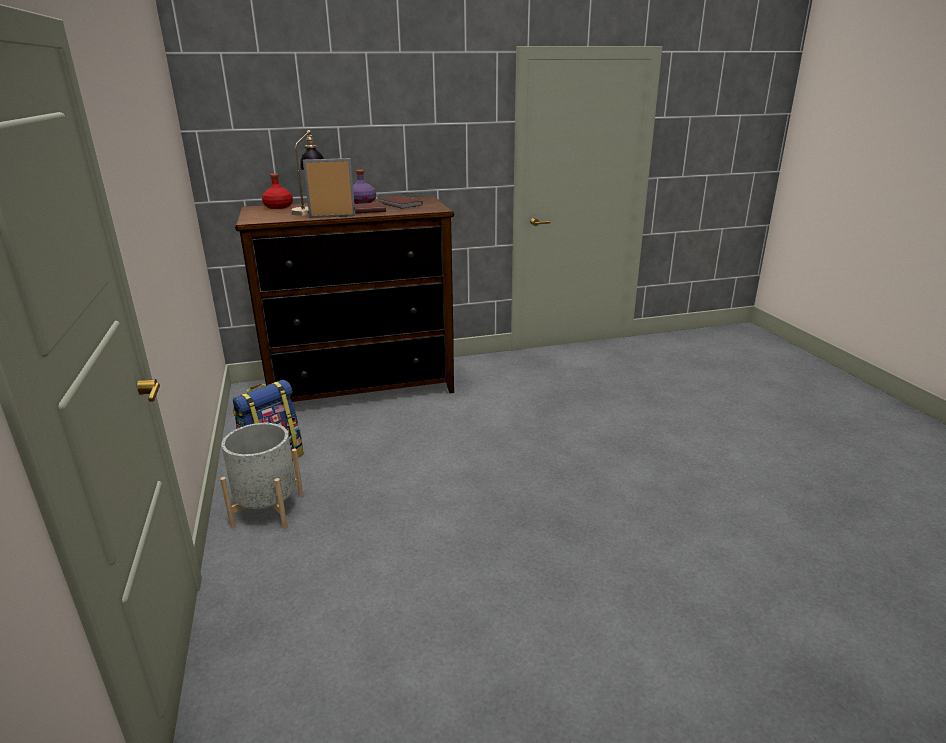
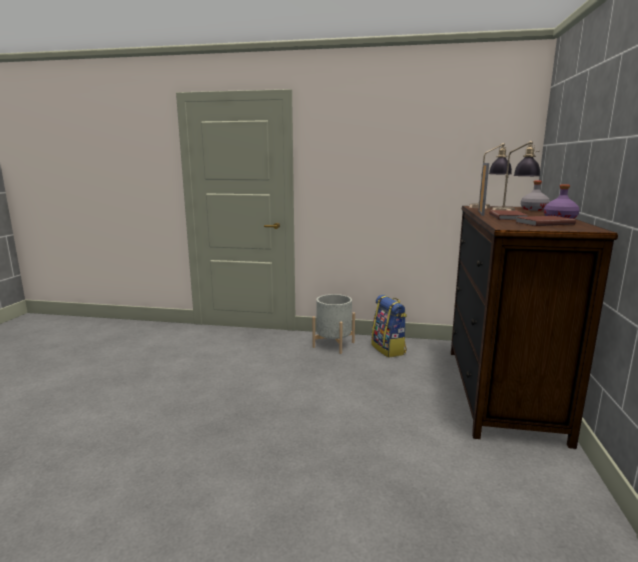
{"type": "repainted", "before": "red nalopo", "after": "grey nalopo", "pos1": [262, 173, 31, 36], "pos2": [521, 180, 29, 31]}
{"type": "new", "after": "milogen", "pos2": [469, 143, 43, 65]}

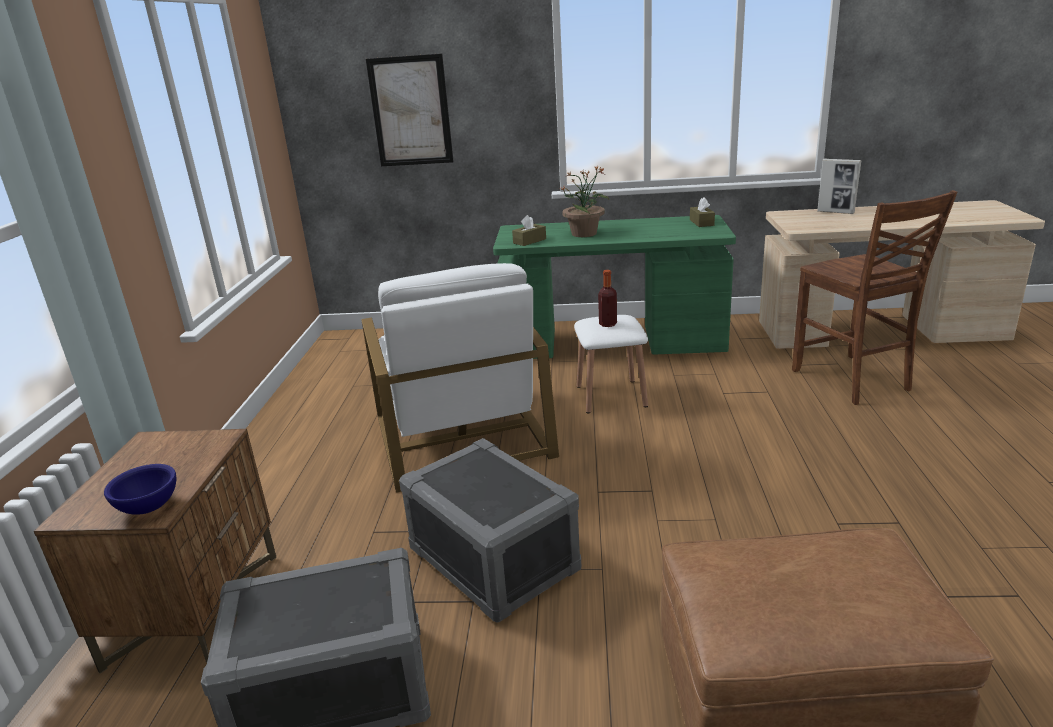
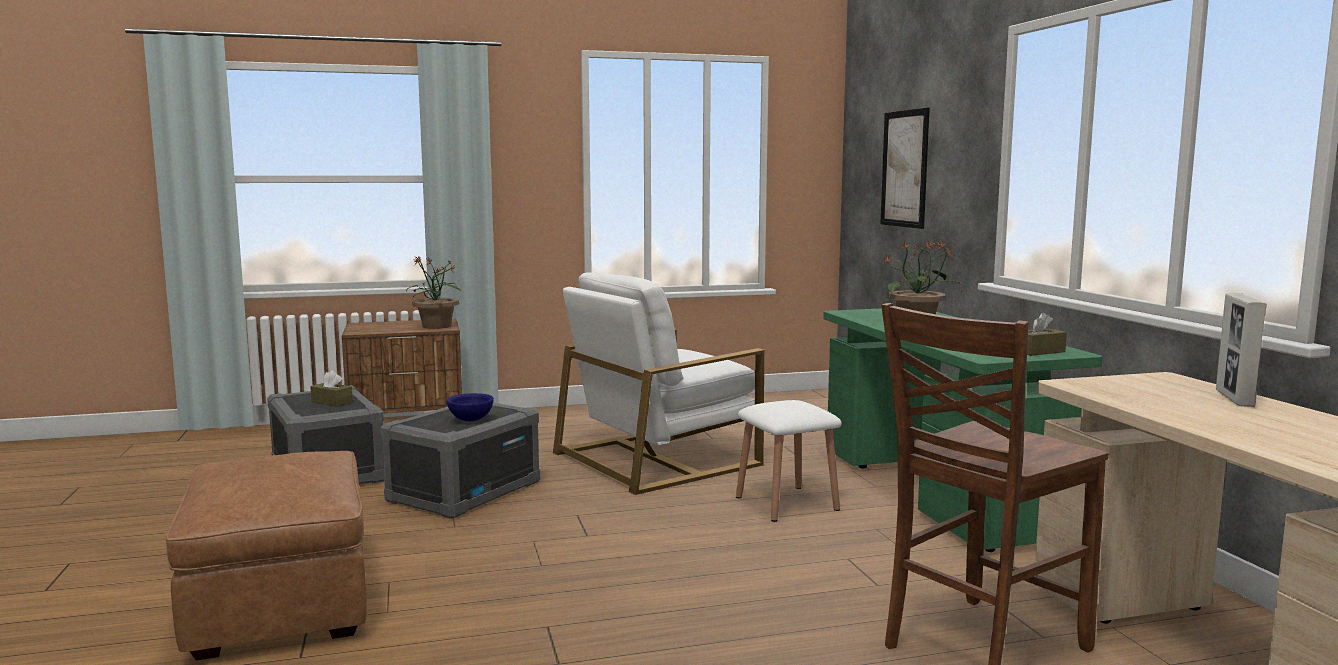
{"type": "shifted", "before": "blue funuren", "pos1": [104, 464, 72, 51], "pos2": [447, 393, 47, 28]}
{"type": "shifted", "before": "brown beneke", "pos1": [512, 215, 34, 31], "pos2": [310, 370, 43, 37]}
{"type": "gone", "before": "nalopo", "pos1": [598, 270, 19, 57]}
{"type": "new", "after": "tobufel", "pos2": [406, 256, 57, 73]}

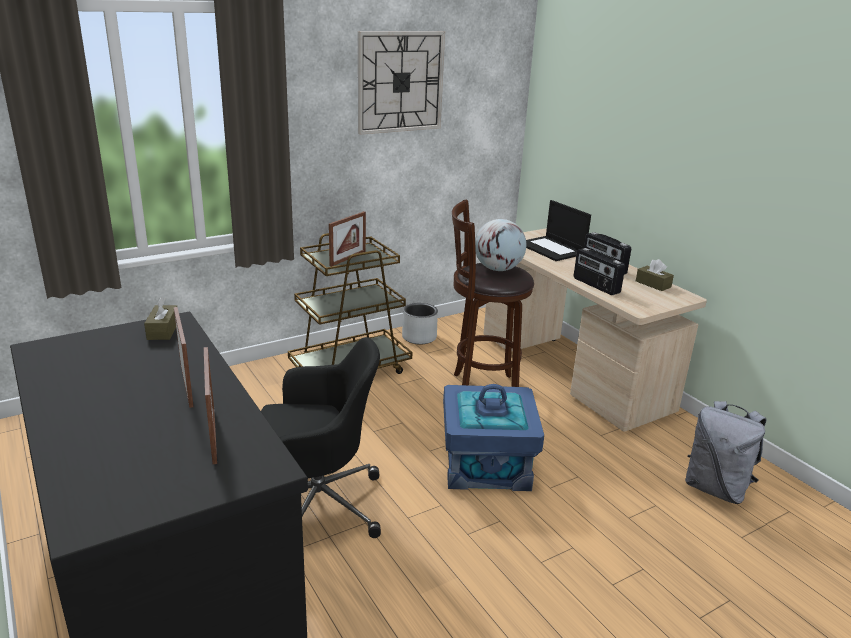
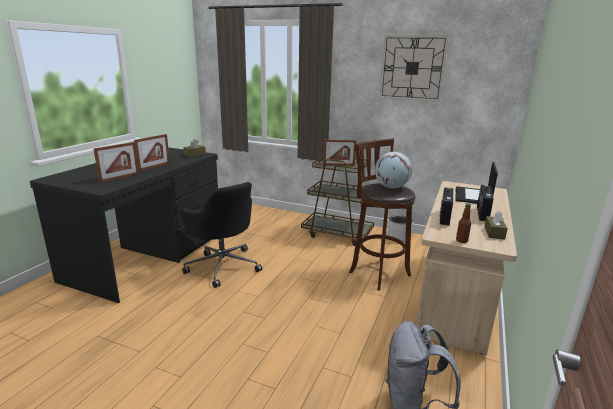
{"type": "gone", "before": "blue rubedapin", "pos1": [443, 384, 101, 107]}
{"type": "new", "after": "nalopo", "pos2": [456, 203, 15, 40]}

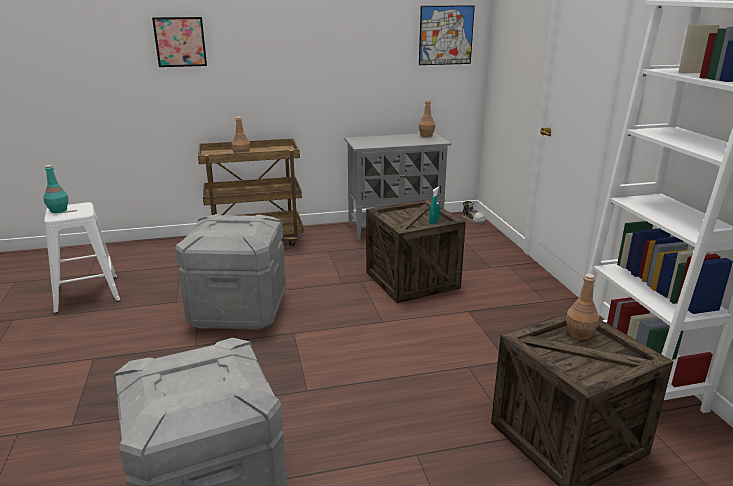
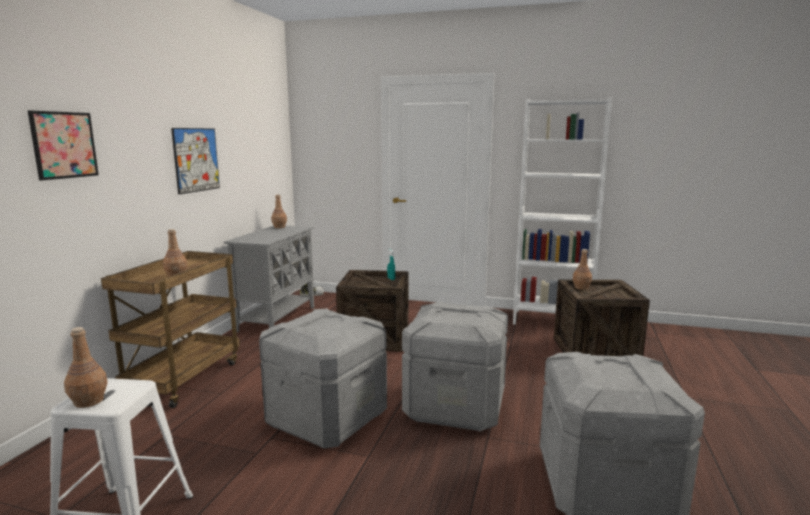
{"type": "repainted", "before": "turquoise nalopo", "after": "brown nalopo", "pos1": [43, 165, 26, 48], "pos2": [64, 327, 44, 81]}
{"type": "shifted", "before": "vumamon", "pos1": [419, 5, 56, 60], "pos2": [171, 128, 49, 66]}
{"type": "new", "after": "grey rubedapin", "pos2": [402, 302, 106, 129]}

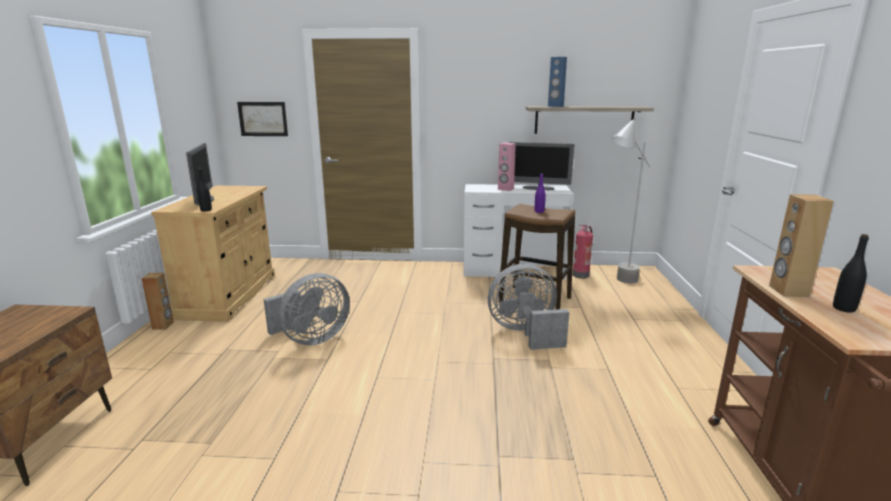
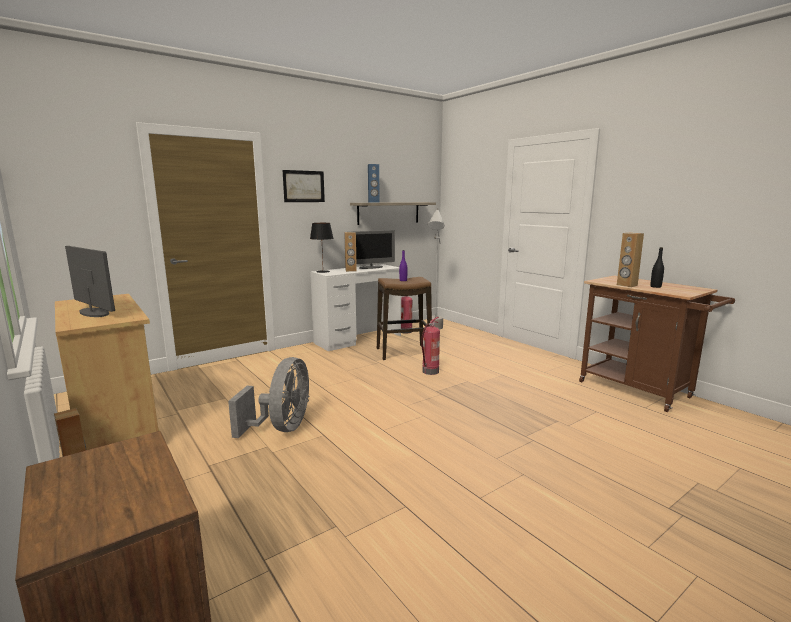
{"type": "gone", "before": "black nalopo", "pos1": [197, 168, 15, 43]}
{"type": "shifted", "before": "vumamon", "pos1": [237, 102, 51, 34], "pos2": [282, 170, 43, 32]}
{"type": "swapped", "before": "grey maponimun", "after": "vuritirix", "pos1": [488, 264, 81, 86], "pos2": [421, 317, 19, 58]}
{"type": "repainted", "before": "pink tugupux", "after": "brown tugupux", "pos1": [498, 143, 18, 48], "pos2": [344, 232, 13, 40]}
{"type": "new", "after": "black milogen", "pos2": [310, 223, 24, 50]}

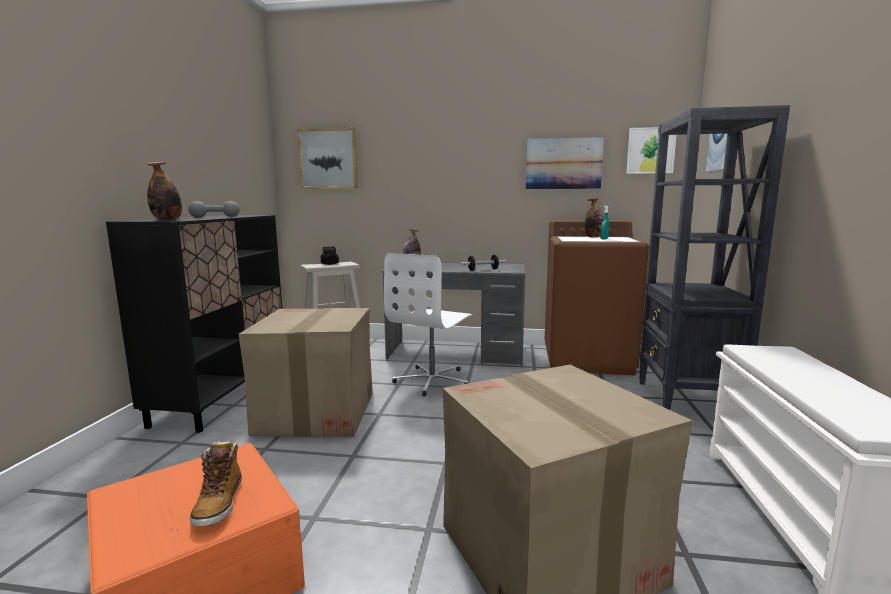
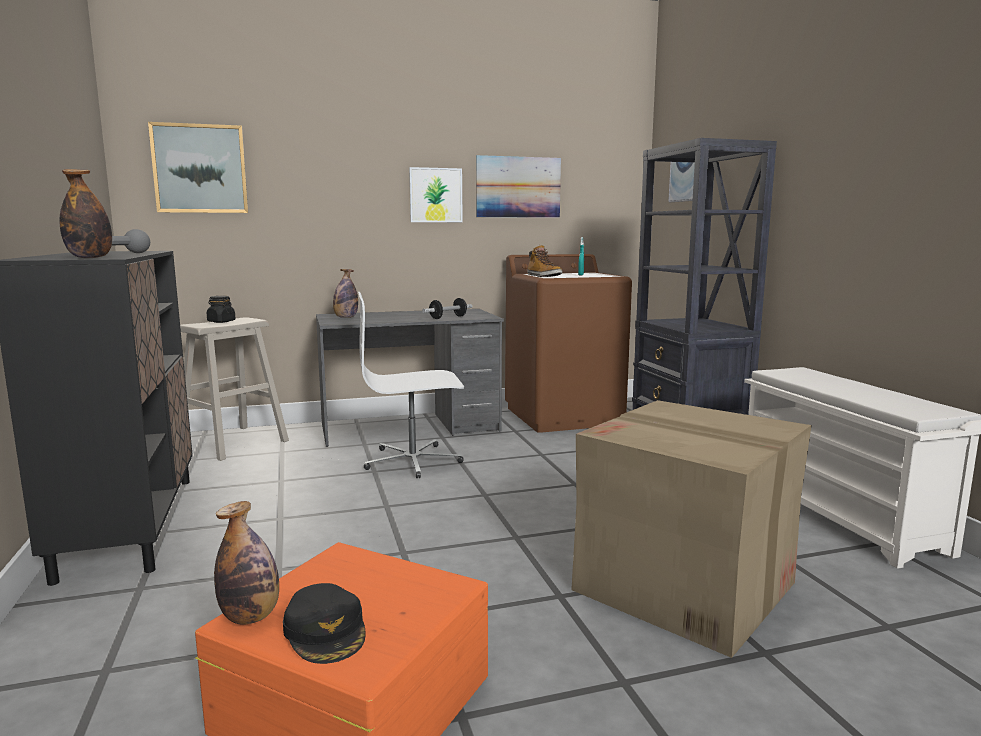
{"type": "shifted", "before": "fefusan", "pos1": [190, 441, 52, 85], "pos2": [527, 245, 35, 32]}
{"type": "gone", "before": "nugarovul", "pos1": [239, 308, 134, 129]}
{"type": "rotated", "before": "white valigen", "pos1": [384, 253, 89, 143], "pos2": [358, 292, 106, 187], "turn": 75}
{"type": "shifted", "before": "nalopo", "pos1": [585, 198, 19, 40], "pos2": [214, 501, 65, 124]}
{"type": "shifted", "before": "vumamon", "pos1": [626, 127, 50, 47], "pos2": [409, 167, 54, 55]}
{"type": "new", "after": "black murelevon", "pos2": [283, 583, 83, 81]}

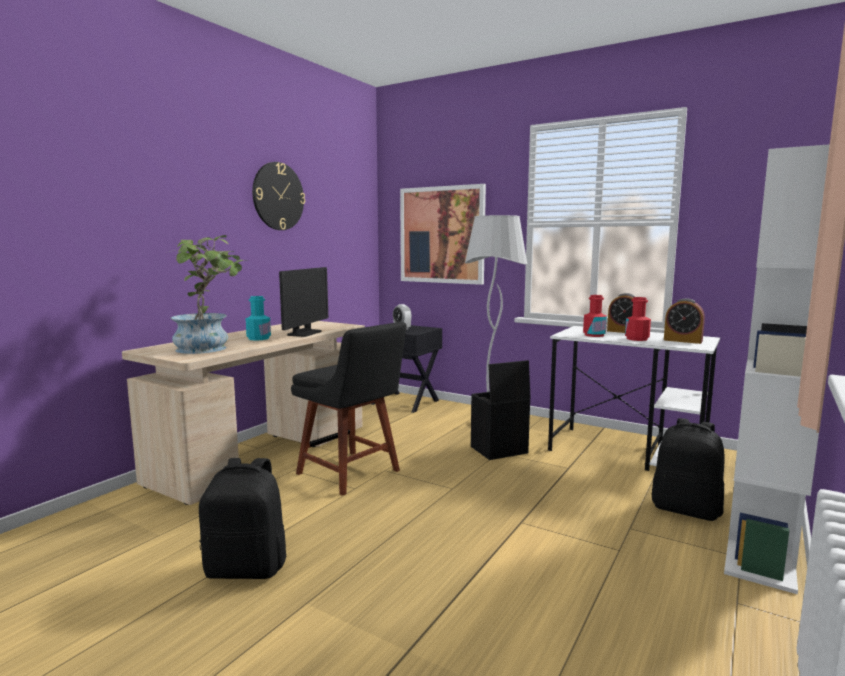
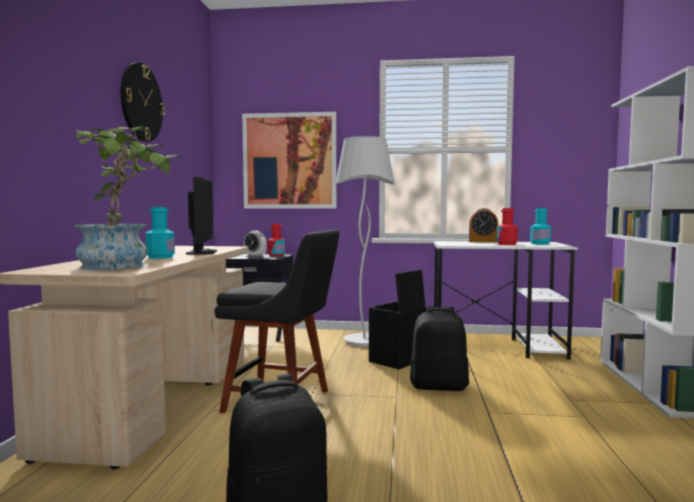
{"type": "shifted", "before": "red nalopo", "pos1": [583, 295, 24, 42], "pos2": [268, 224, 17, 32]}
{"type": "shifted", "before": "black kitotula", "pos1": [652, 418, 73, 103], "pos2": [410, 306, 59, 85]}
{"type": "swapped", "before": "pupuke", "after": "turquoise nalopo", "pos1": [664, 298, 41, 46], "pos2": [530, 208, 21, 37]}

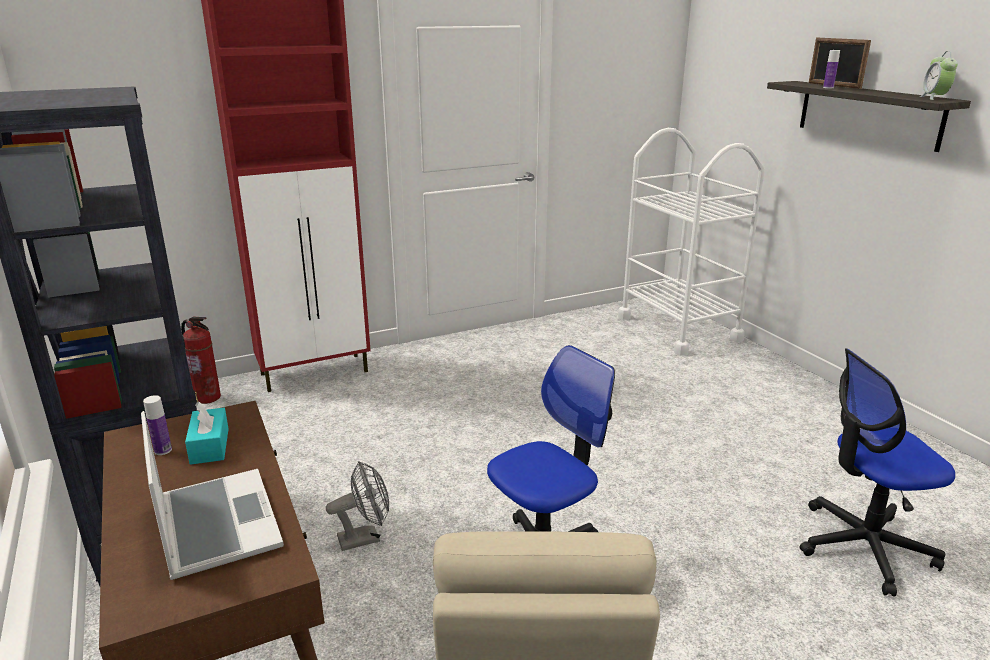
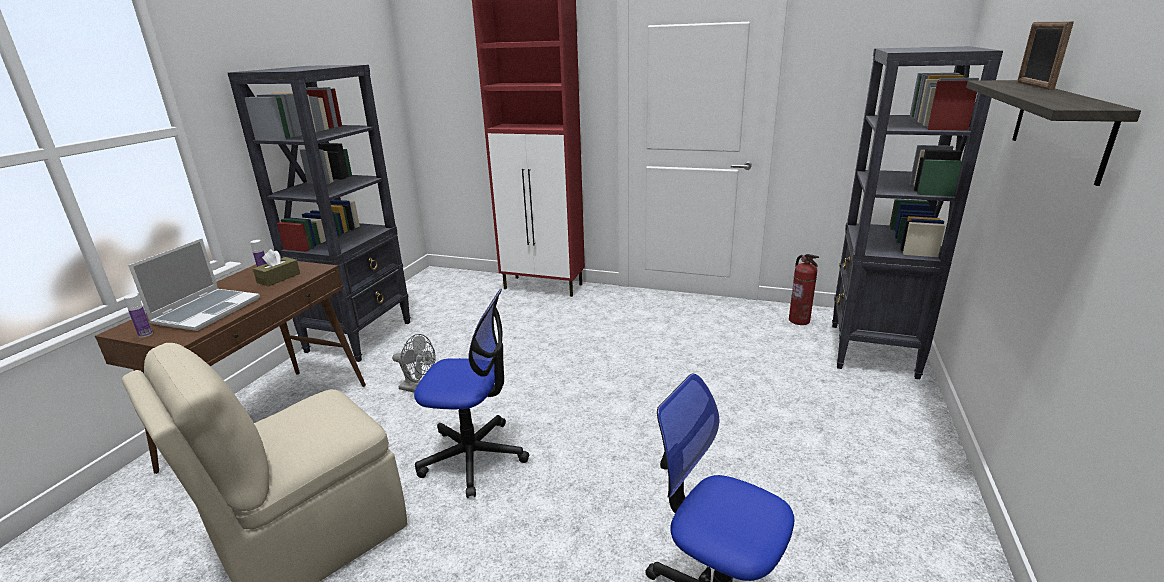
{"type": "shifted", "before": "vuritirix", "pos1": [181, 316, 40, 88], "pos2": [789, 254, 30, 71]}
{"type": "repainted", "before": "turquoise beneke", "after": "brown beneke", "pos1": [185, 401, 44, 64], "pos2": [253, 249, 47, 37]}
{"type": "swapped", "before": "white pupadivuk", "after": "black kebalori", "pos1": [618, 128, 147, 228], "pos2": [832, 46, 171, 333]}
{"type": "shifted", "before": "nalopo", "pos1": [823, 50, 17, 38], "pos2": [124, 294, 29, 44]}
{"type": "gone", "before": "pupuke", "pos1": [920, 51, 38, 49]}

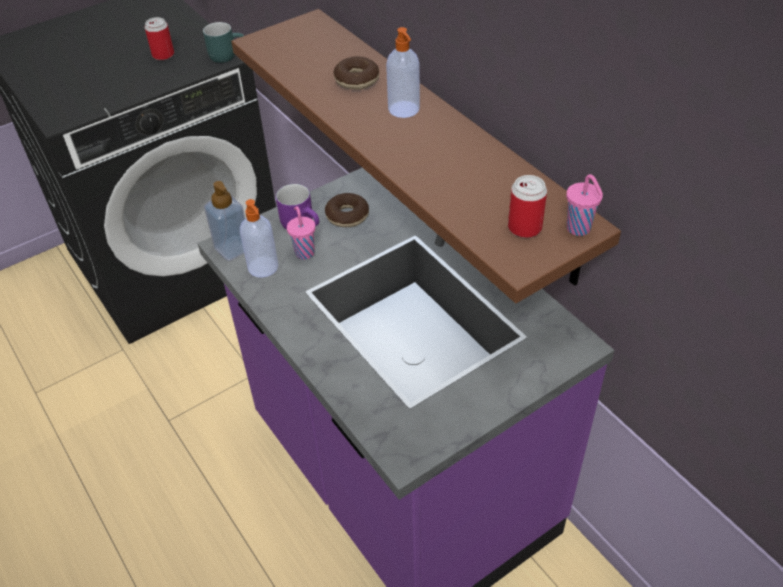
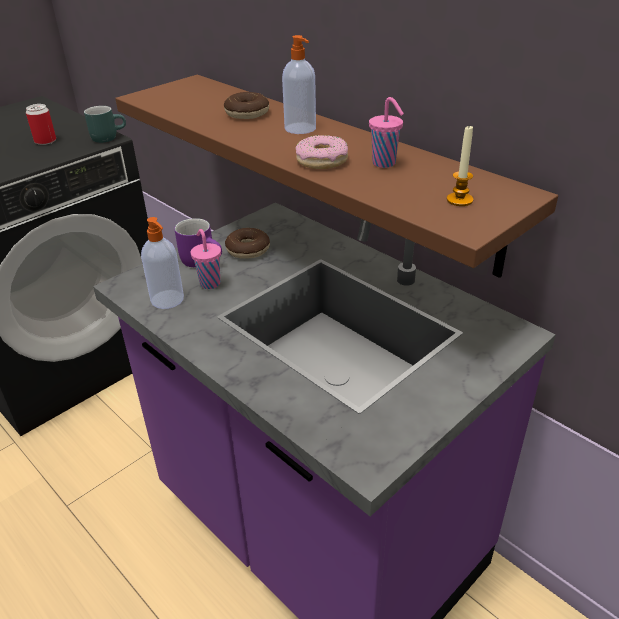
{"type": "gone", "before": "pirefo", "pos1": [204, 181, 41, 80]}
{"type": "swapped", "before": "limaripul", "after": "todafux", "pos1": [508, 175, 39, 63], "pos2": [447, 124, 26, 82]}
{"type": "shifted", "before": "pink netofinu", "pos1": [566, 174, 37, 62], "pos2": [369, 97, 35, 71]}
{"type": "new", "after": "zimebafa", "pos2": [296, 135, 52, 34]}

